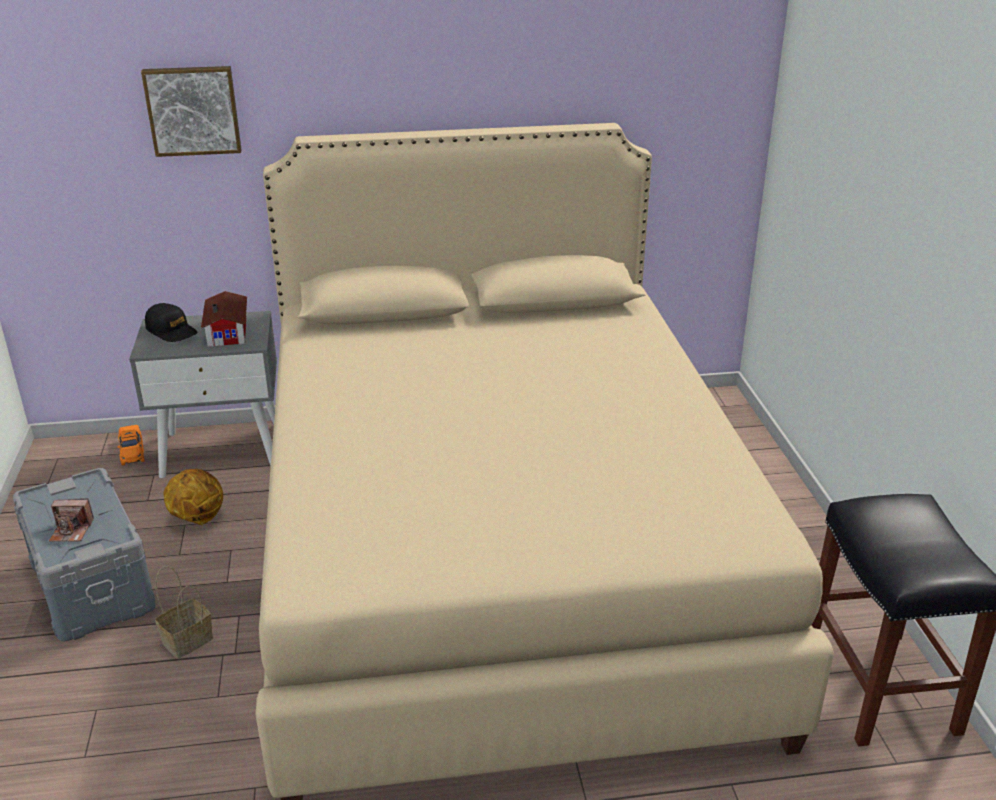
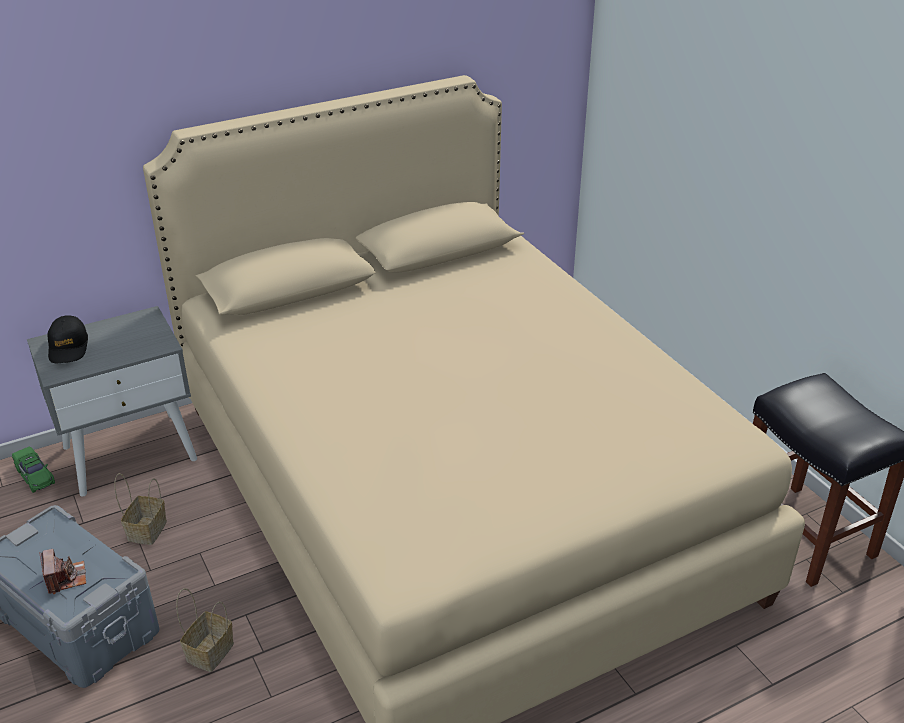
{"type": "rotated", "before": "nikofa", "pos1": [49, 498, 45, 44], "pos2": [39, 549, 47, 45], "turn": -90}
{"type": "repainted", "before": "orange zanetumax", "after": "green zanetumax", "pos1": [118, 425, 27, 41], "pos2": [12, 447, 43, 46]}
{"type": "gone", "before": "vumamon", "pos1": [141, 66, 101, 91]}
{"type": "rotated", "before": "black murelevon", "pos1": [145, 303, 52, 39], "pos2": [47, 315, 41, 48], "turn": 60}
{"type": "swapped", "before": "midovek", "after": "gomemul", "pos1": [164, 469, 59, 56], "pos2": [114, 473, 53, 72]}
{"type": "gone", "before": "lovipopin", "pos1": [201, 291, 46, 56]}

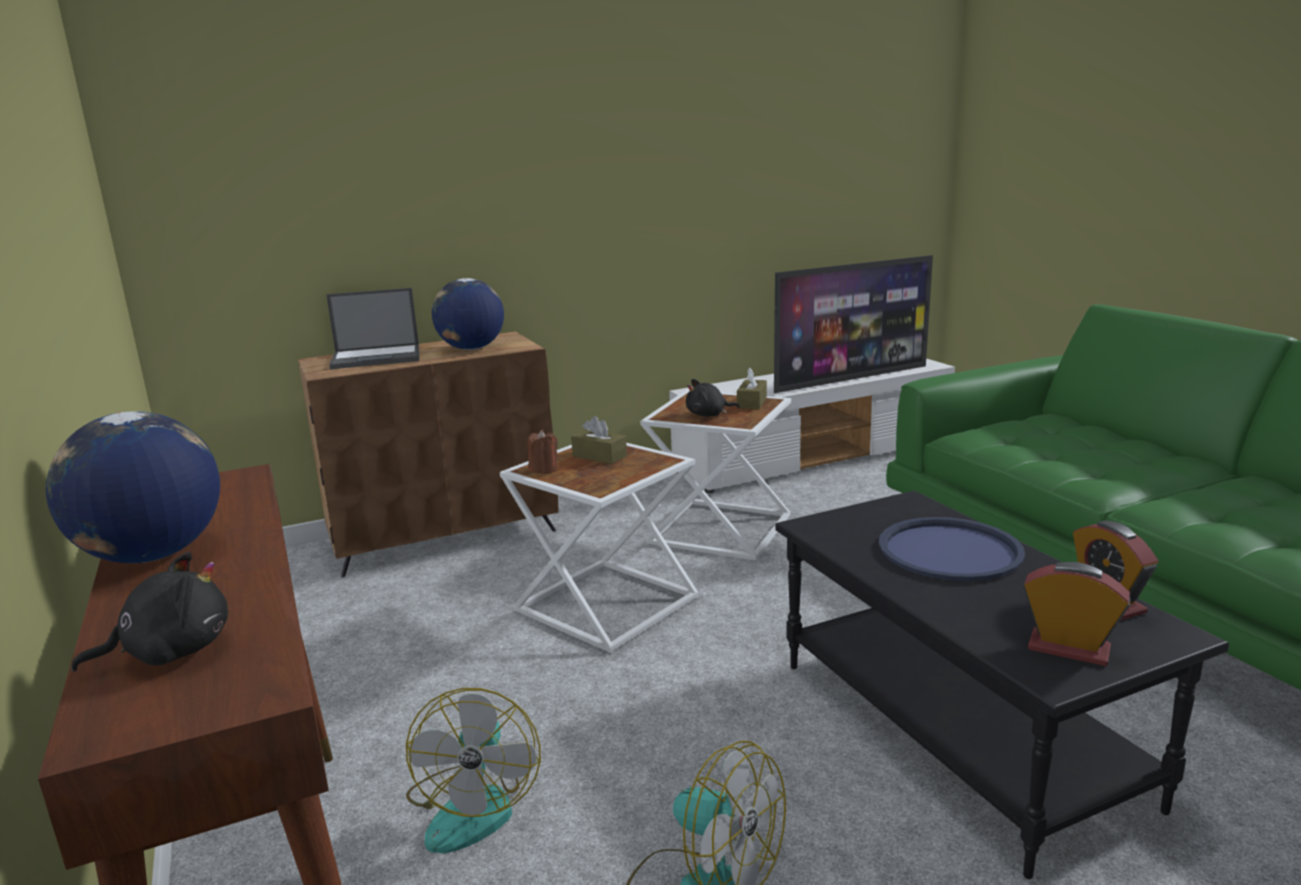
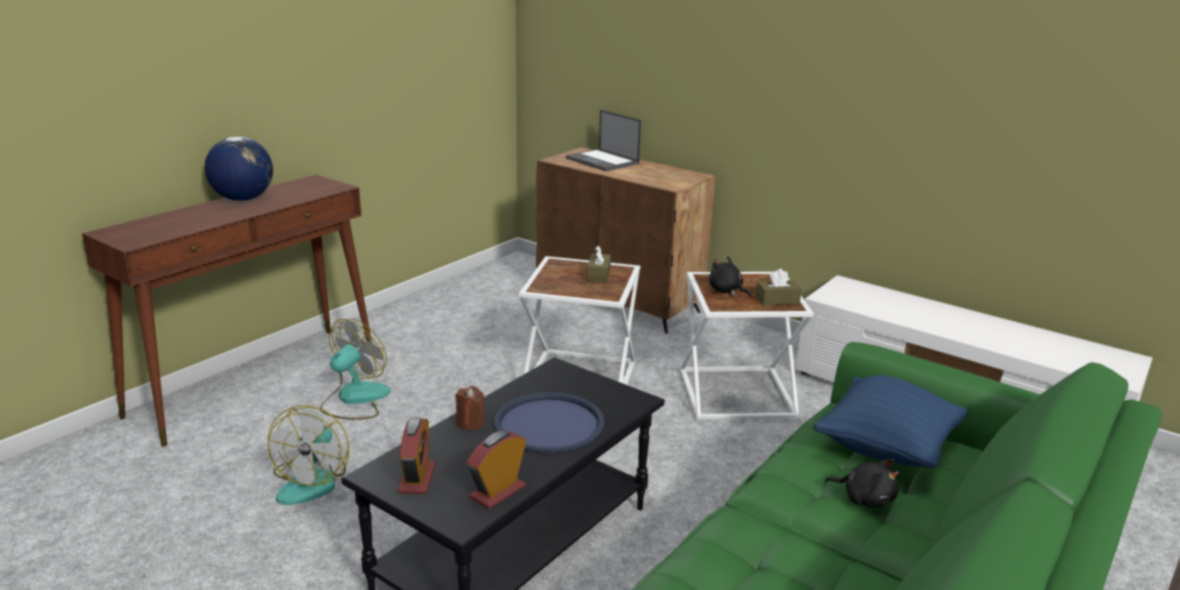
{"type": "shifted", "before": "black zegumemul", "pos1": [71, 552, 158, 119], "pos2": [825, 459, 74, 48]}
{"type": "rotated", "before": "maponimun", "pos1": [406, 688, 135, 165], "pos2": [320, 319, 71, 101], "turn": 150}
{"type": "gone", "before": "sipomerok", "pos1": [432, 278, 72, 72]}
{"type": "shifted", "before": "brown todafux", "pos1": [527, 430, 31, 44], "pos2": [455, 386, 29, 44]}
{"type": "gone", "before": "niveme", "pos1": [774, 255, 159, 138]}
{"type": "new", "after": "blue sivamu", "pos2": [813, 375, 155, 93]}

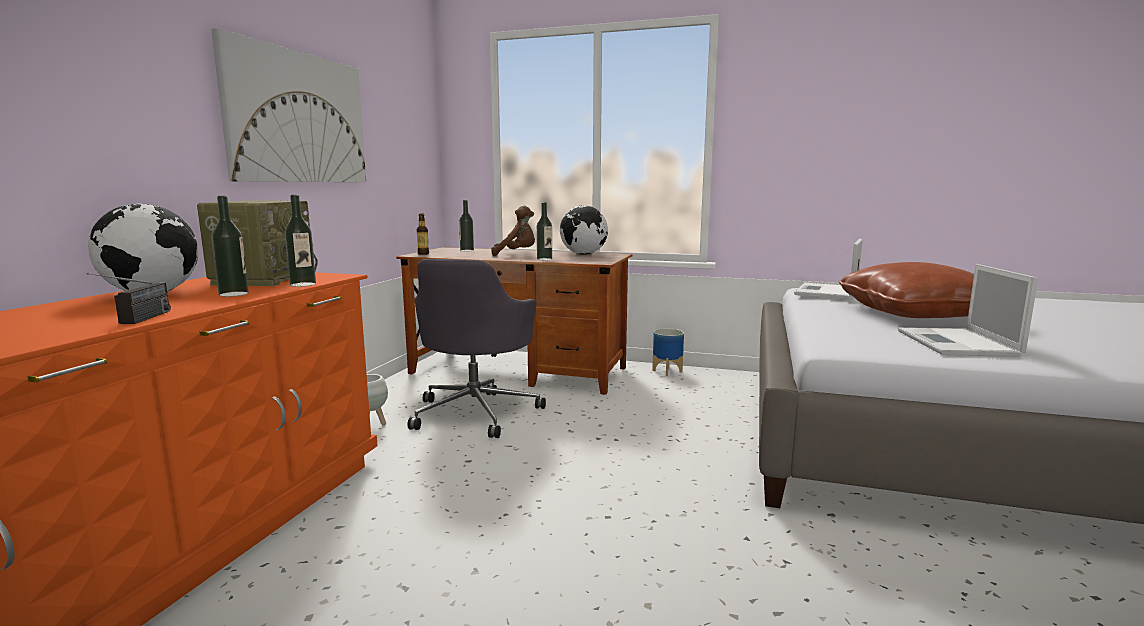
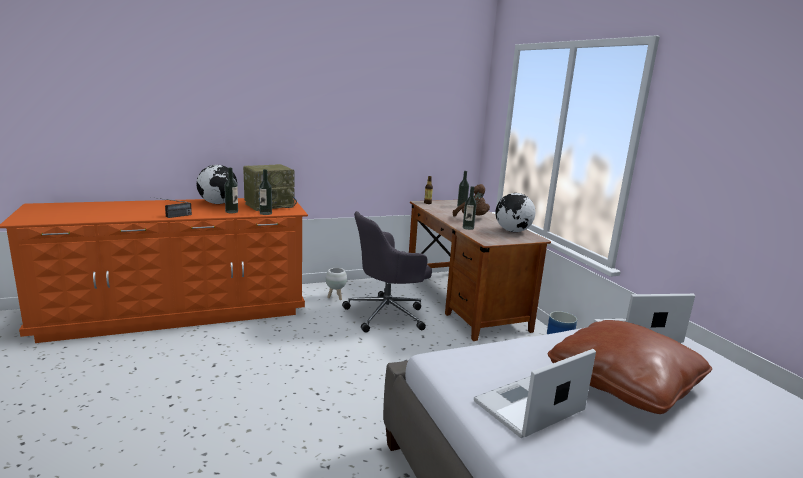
{"type": "gone", "before": "vumamon", "pos1": [211, 28, 155, 154]}

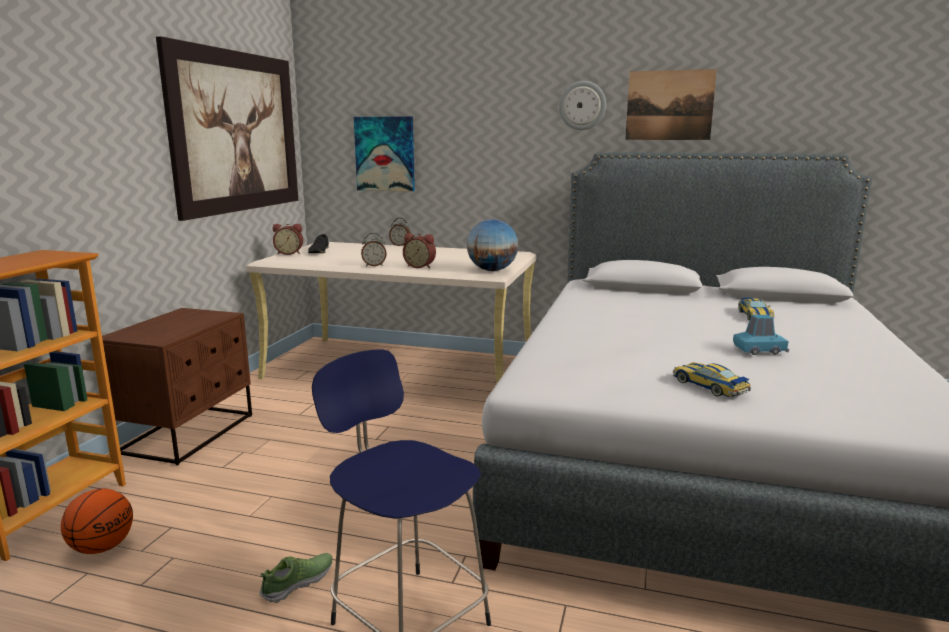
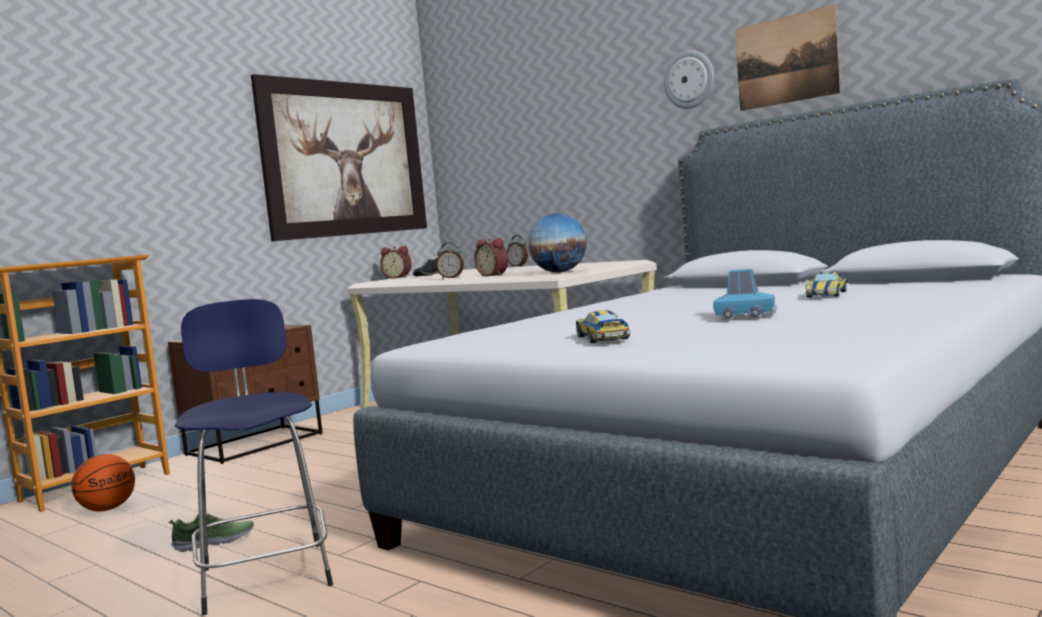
{"type": "gone", "before": "vumamon", "pos1": [354, 116, 61, 76]}

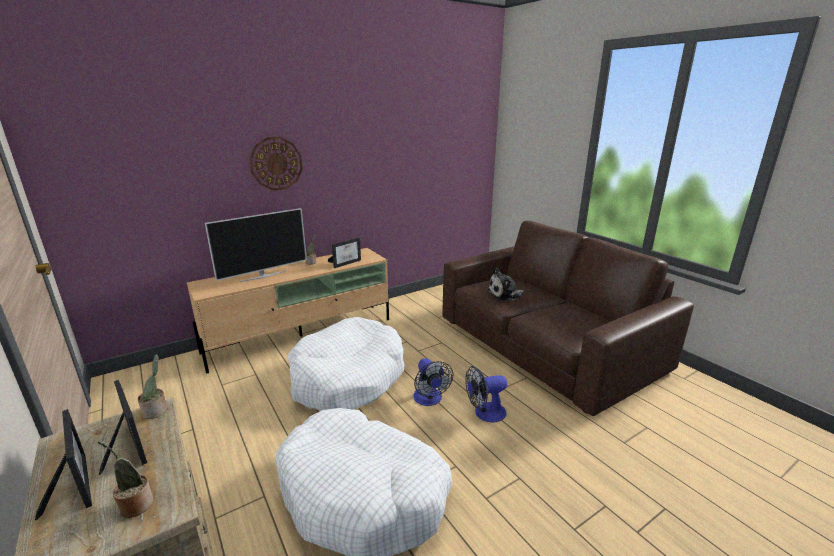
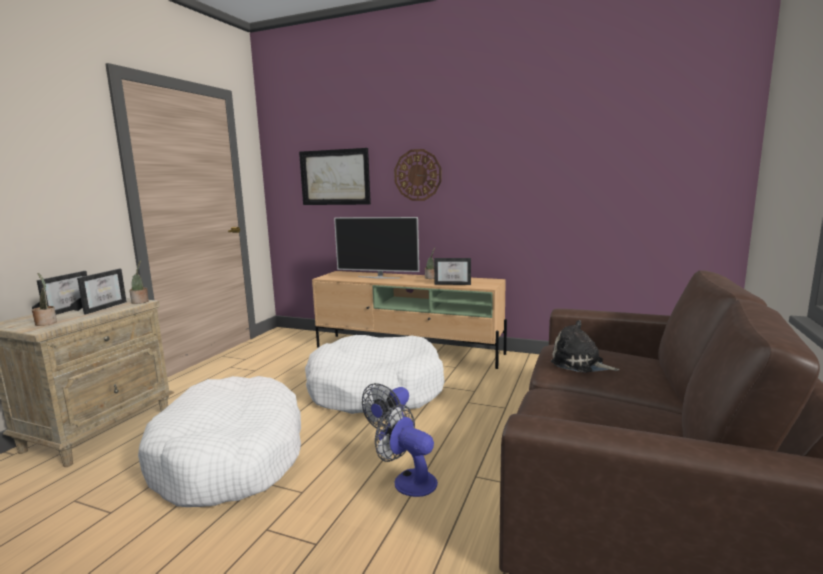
{"type": "new", "after": "vumamon", "pos2": [299, 148, 72, 57]}

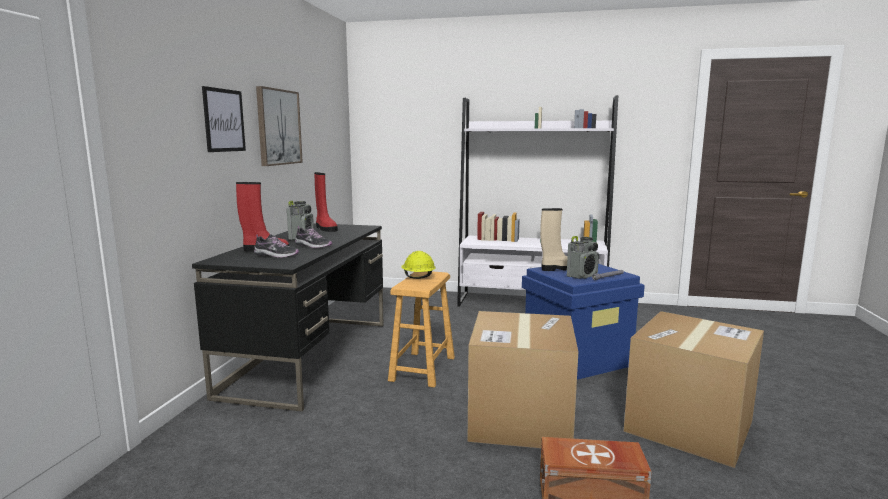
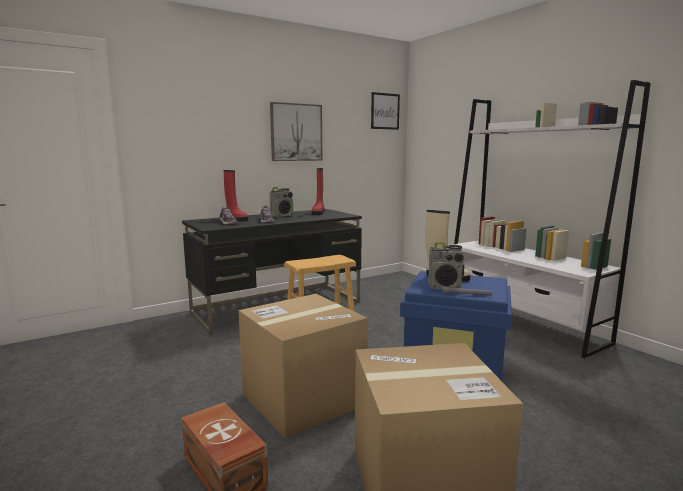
{"type": "shifted", "before": "vumamon", "pos1": [202, 86, 44, 66], "pos2": [371, 92, 29, 38]}
{"type": "gone", "before": "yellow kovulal", "pos1": [401, 251, 35, 28]}

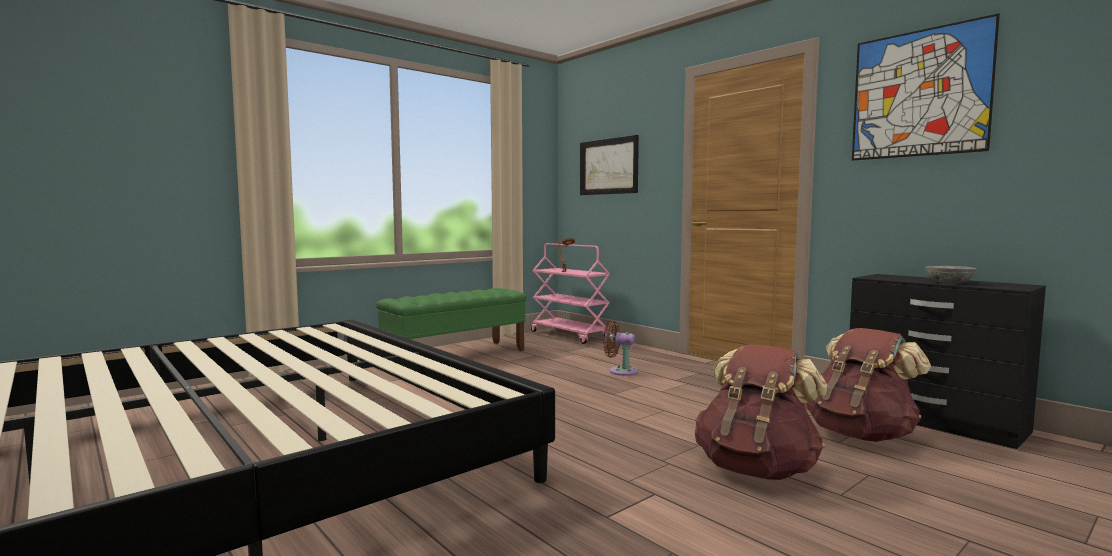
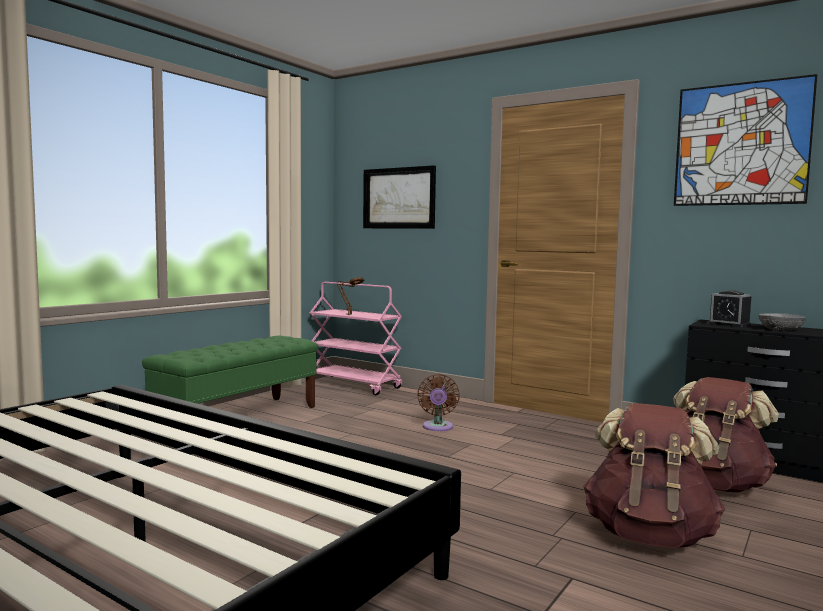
{"type": "rotated", "before": "brown maponimun", "pos1": [603, 320, 35, 56], "pos2": [417, 374, 43, 57], "turn": -90}
{"type": "new", "after": "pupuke", "pos2": [707, 291, 44, 36]}

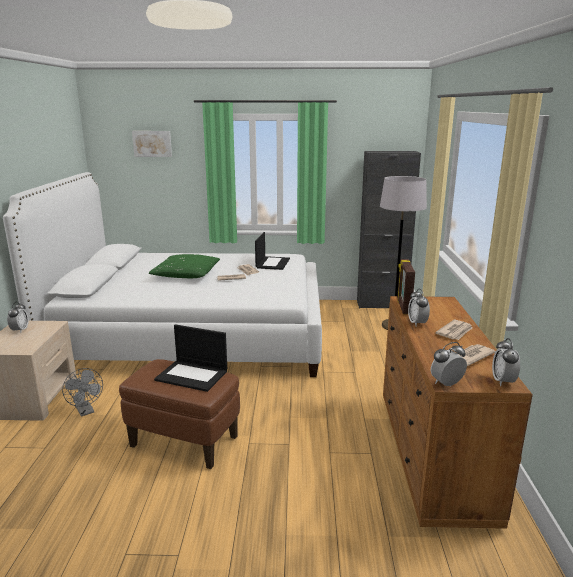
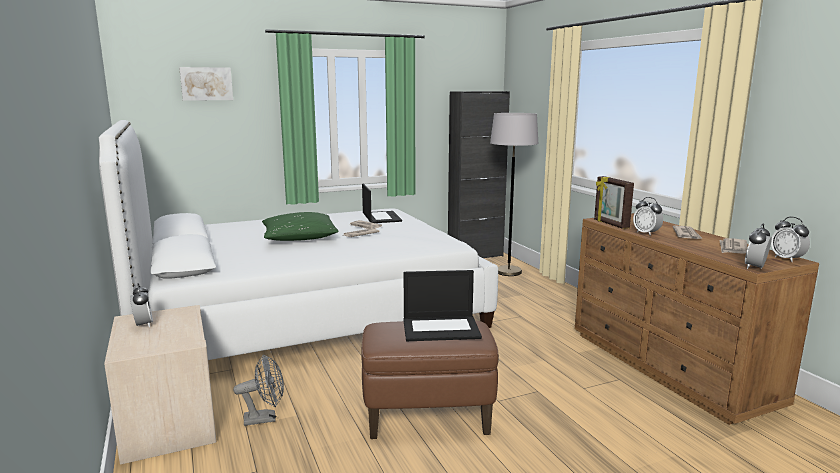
{"type": "rotated", "before": "grey maponimun", "pos1": [62, 368, 41, 49], "pos2": [233, 354, 51, 72], "turn": -45}

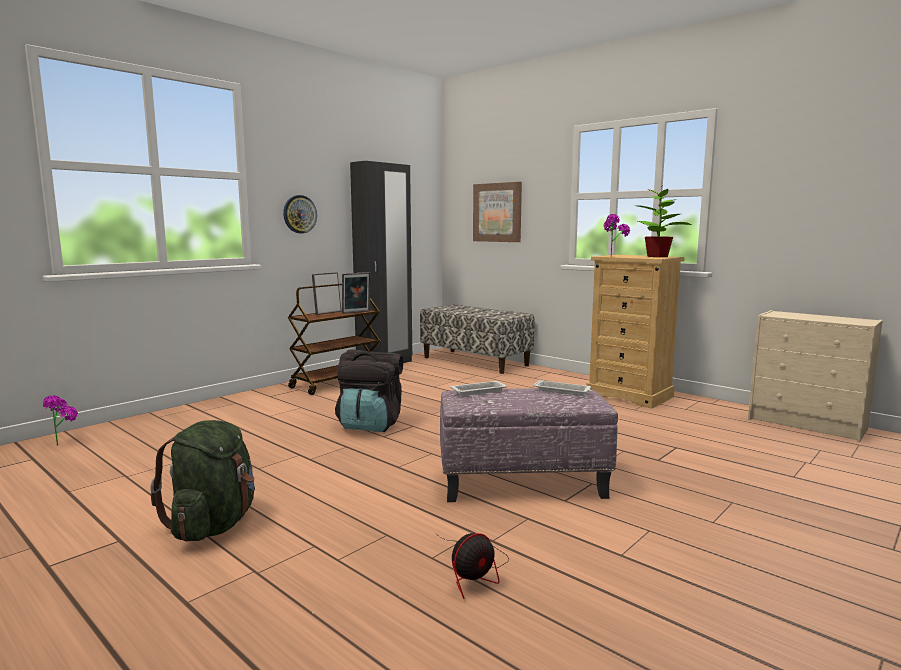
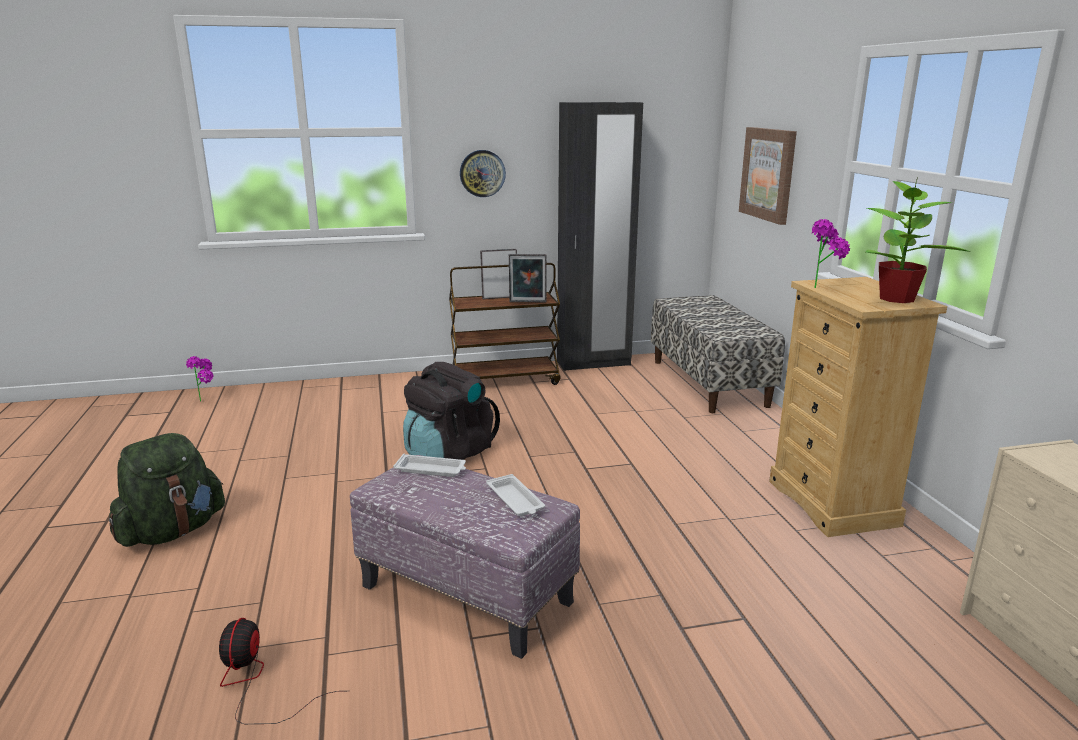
{"type": "rotated", "before": "maponimun", "pos1": [435, 533, 74, 66], "pos2": [219, 618, 120, 106], "turn": 90}

